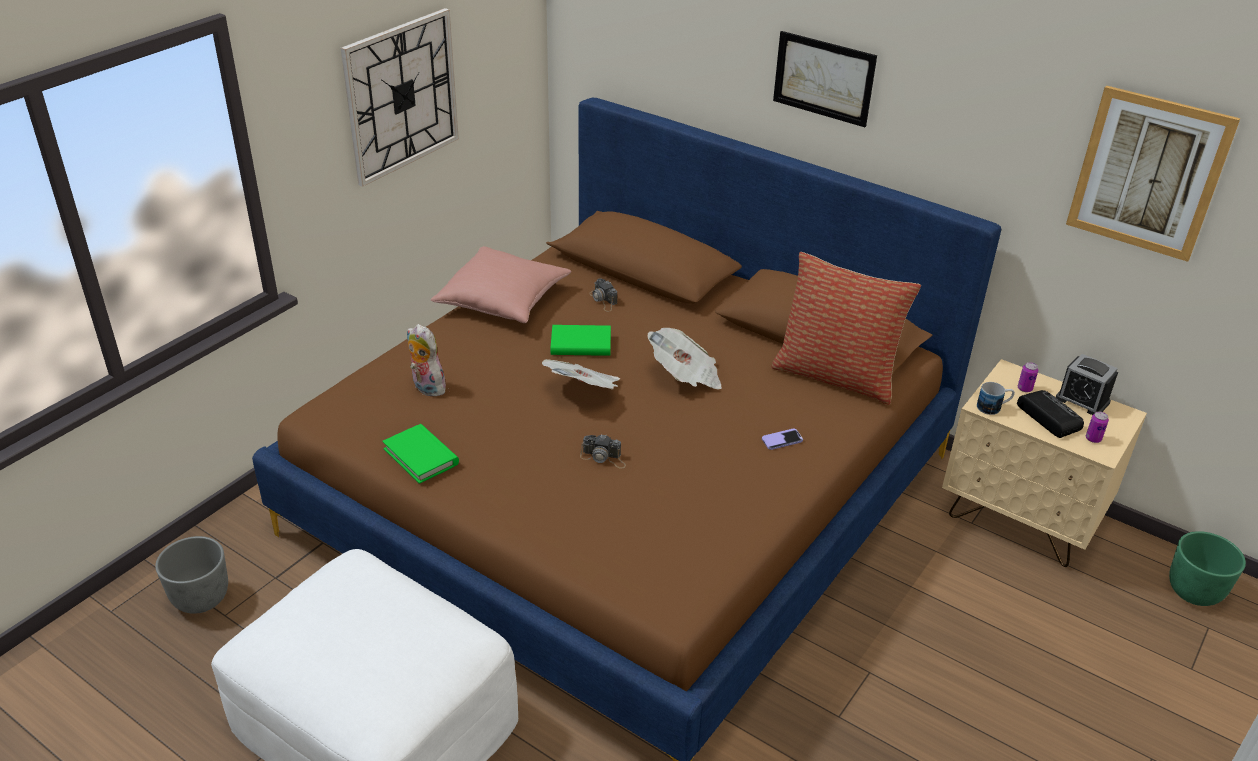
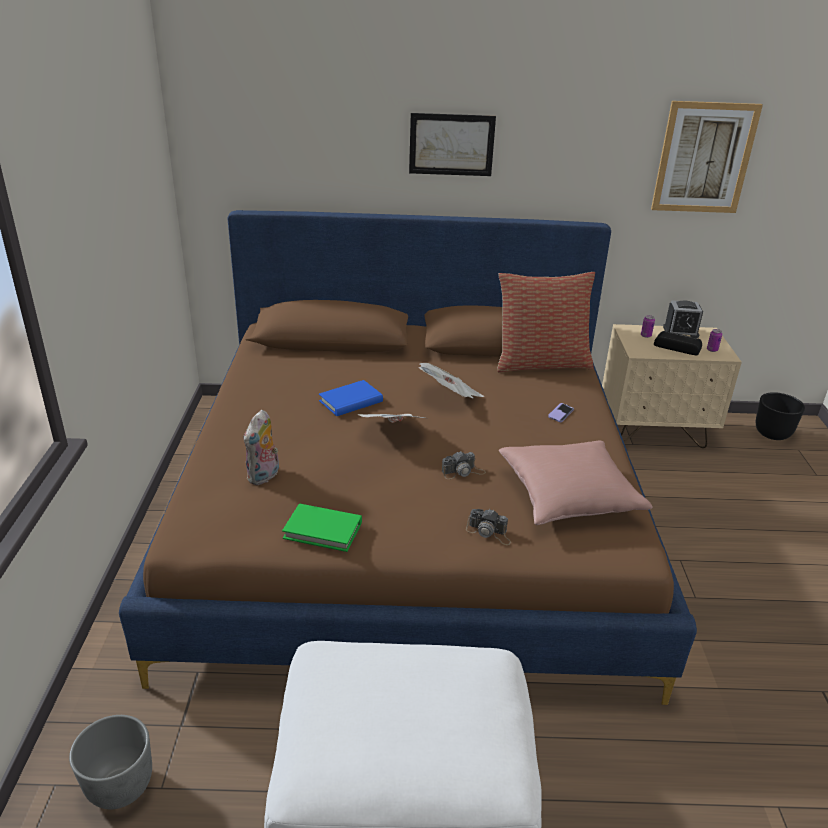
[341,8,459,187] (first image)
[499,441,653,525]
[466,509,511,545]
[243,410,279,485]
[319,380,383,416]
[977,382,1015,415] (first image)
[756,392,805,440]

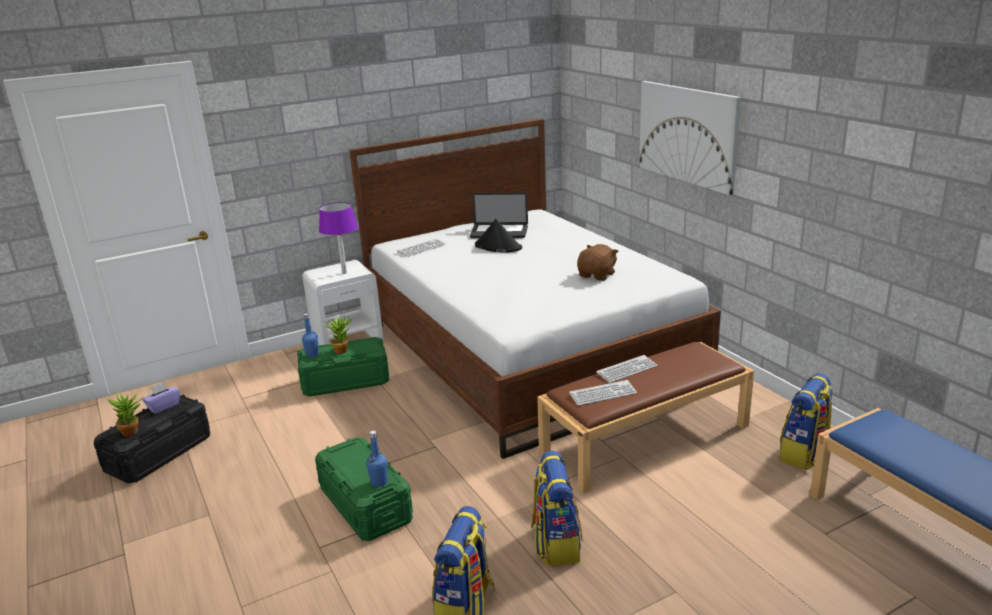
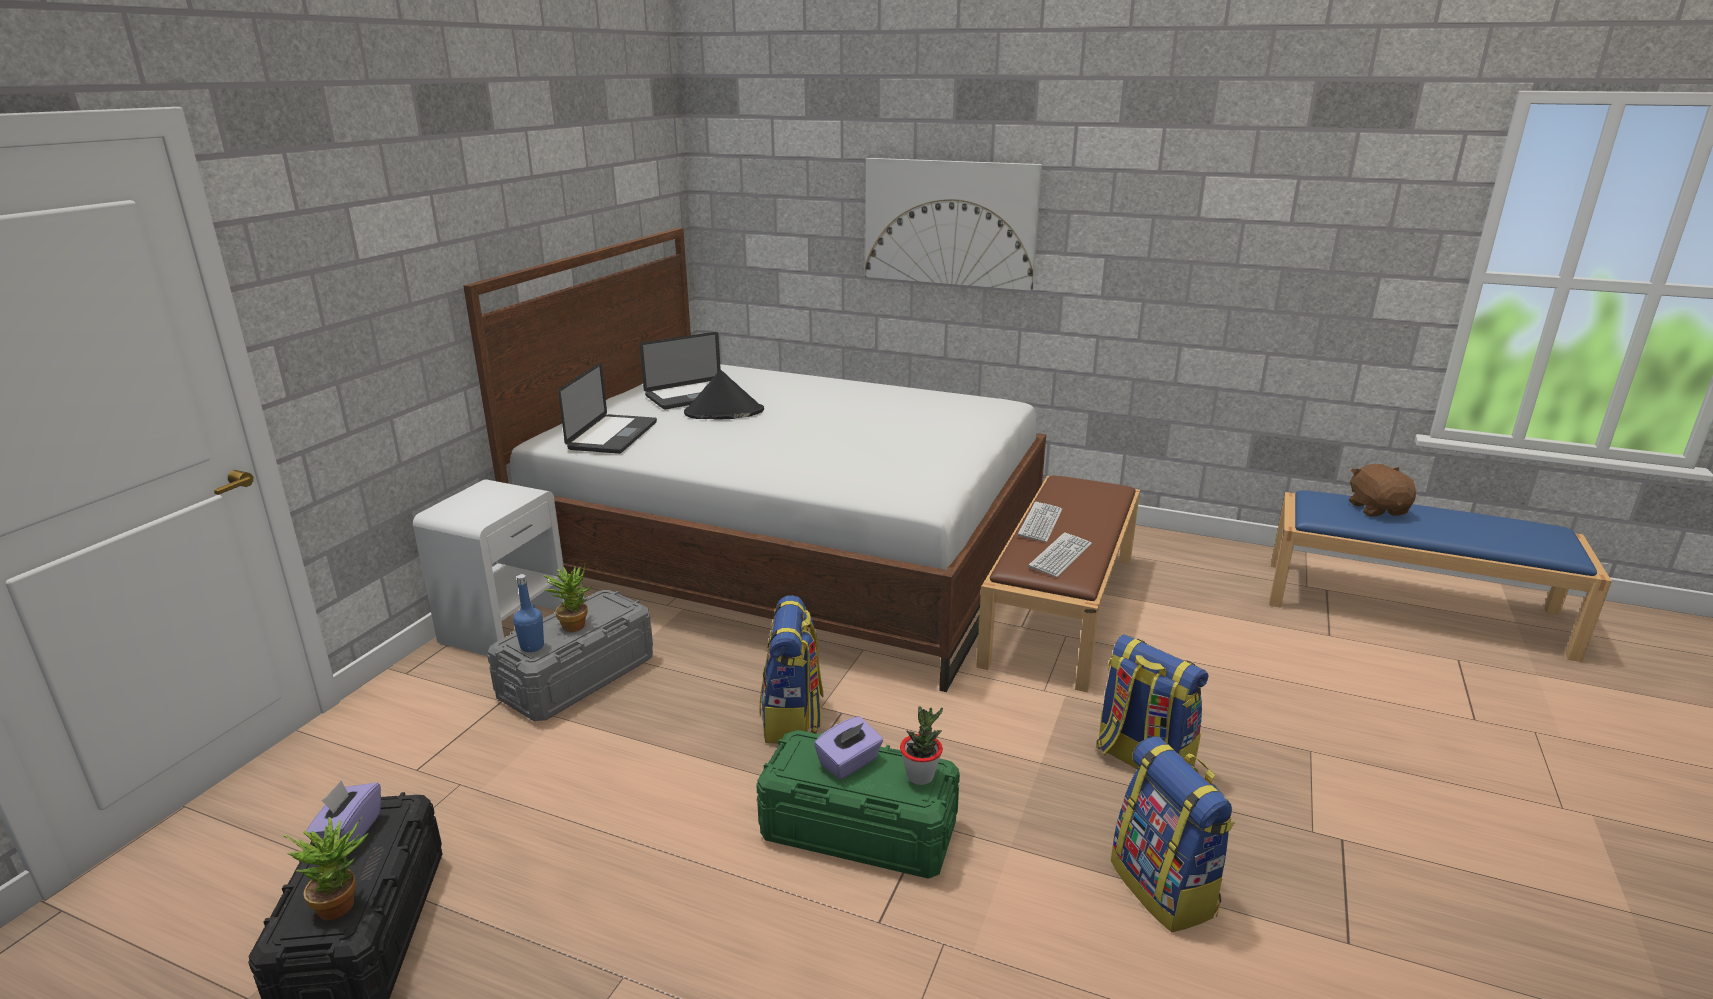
[319,202,358,274] (first image)
[558,363,657,454]
[1349,464,1416,517]
[487,590,653,721]
[759,596,823,744]
[900,706,943,785]
[814,716,883,779]

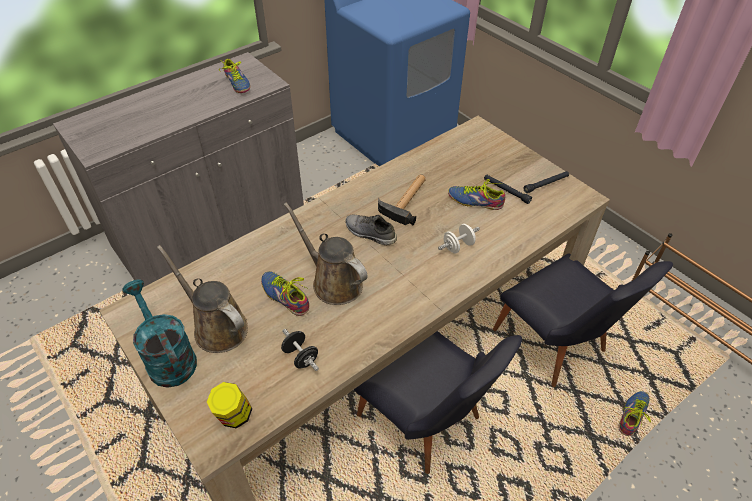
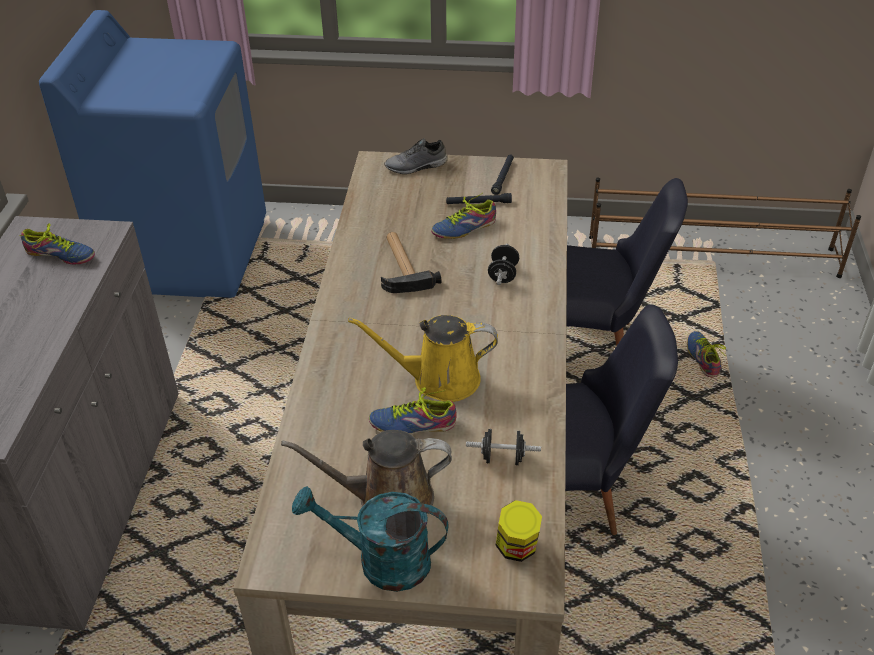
[348,315,498,402]
[384,138,448,174]
[488,244,519,285]

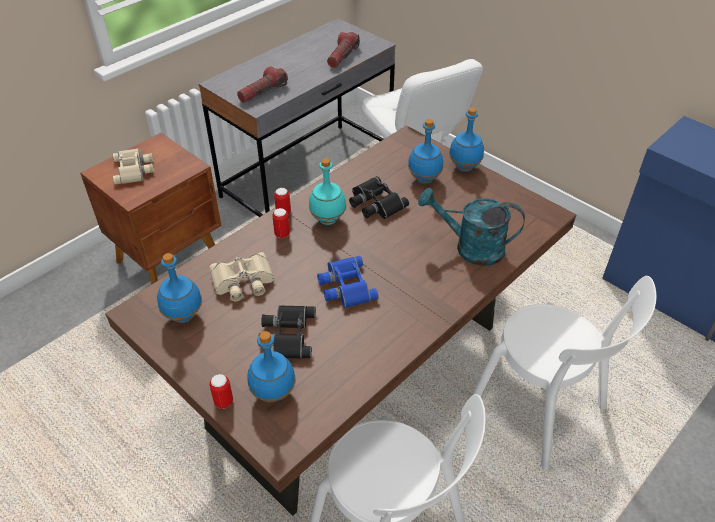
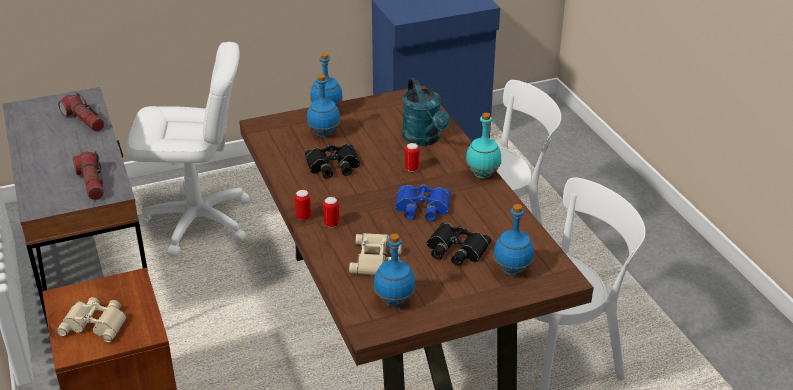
[466,113,501,178]
[402,78,450,146]
[405,143,419,172]

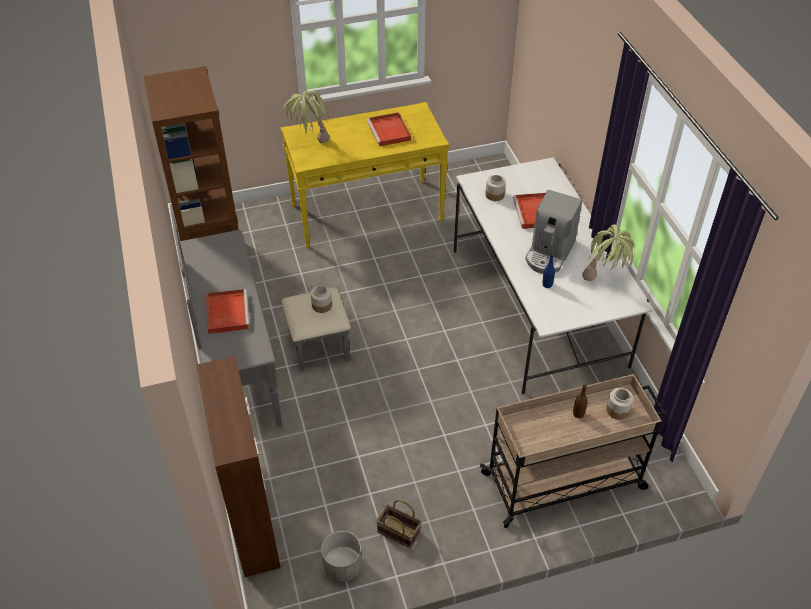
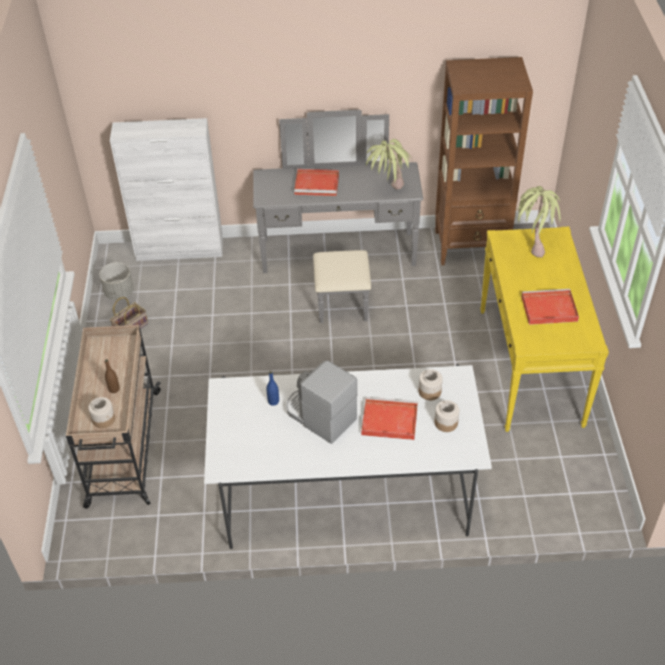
[366,139,413,189]
[434,400,459,432]
[110,118,223,261]

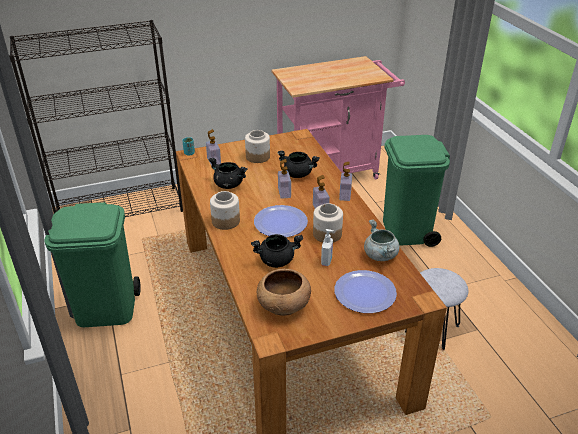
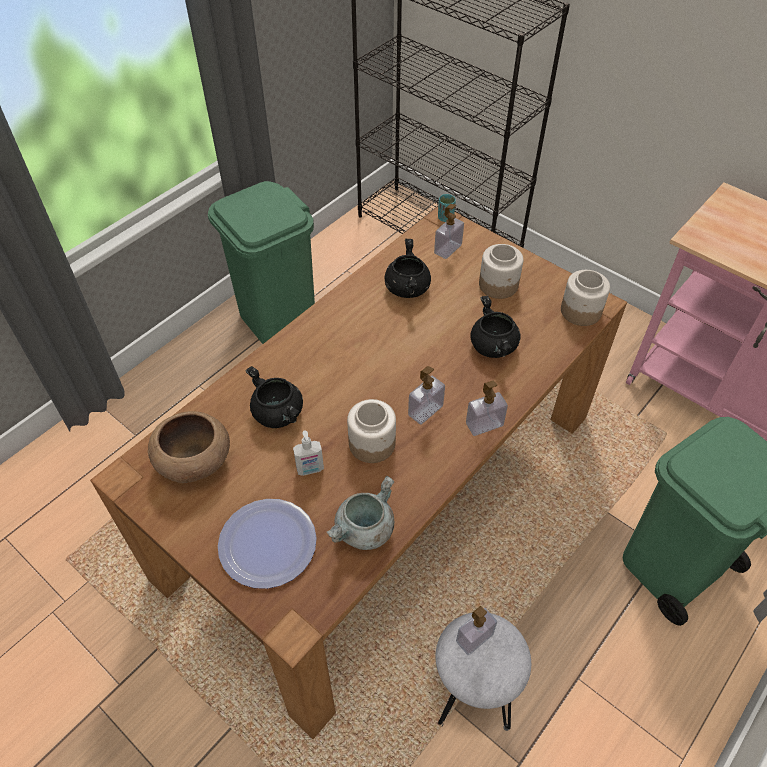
[456,606,497,655]
[561,270,610,326]
[254,205,308,237] (first image)

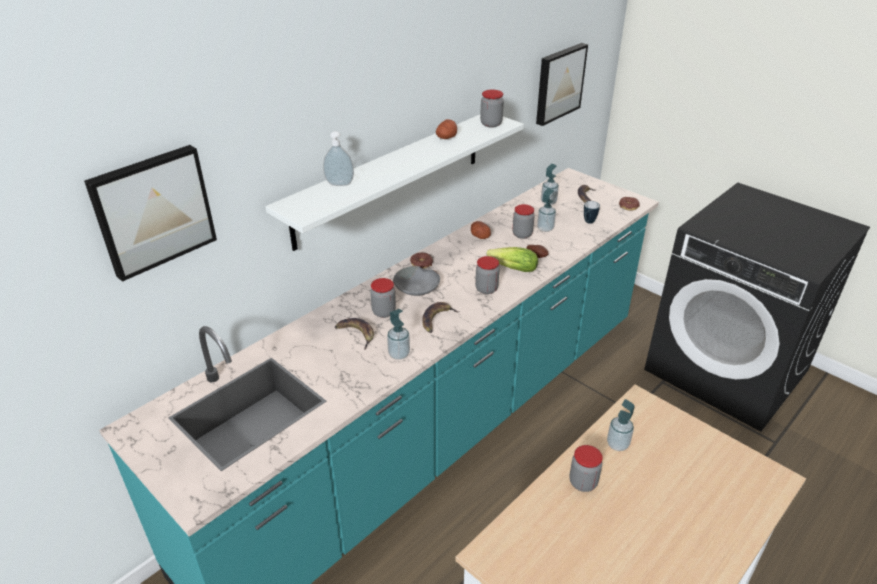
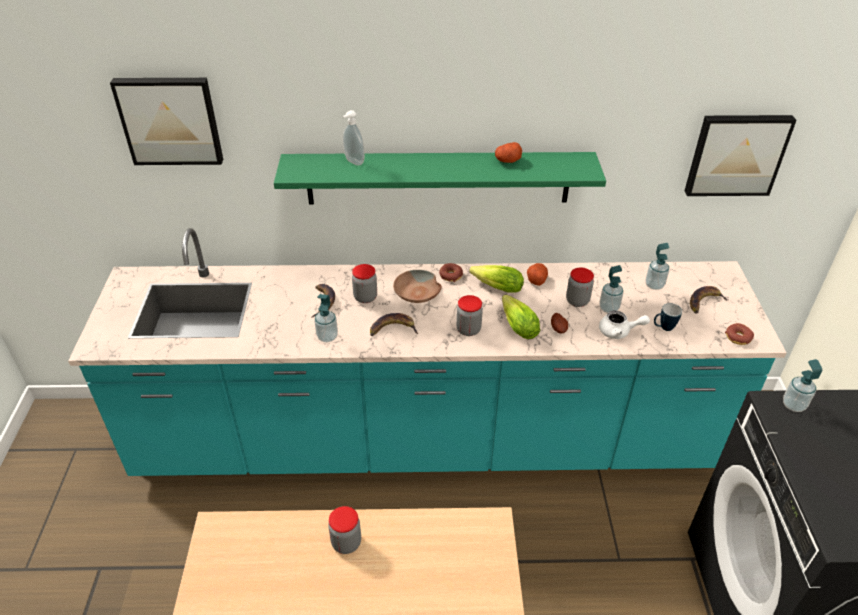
[480,90,504,127] (first image)
[274,152,606,204]
[393,270,442,303]
[783,359,822,412]
[469,265,524,293]
[599,310,650,339]

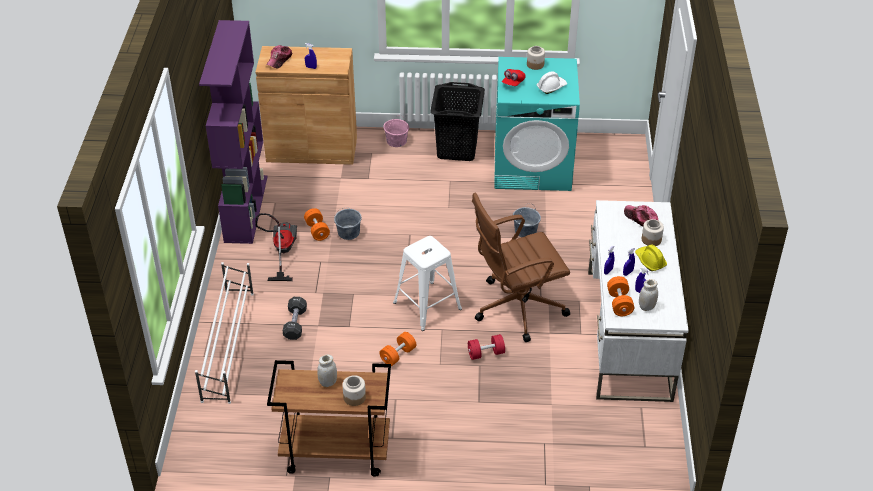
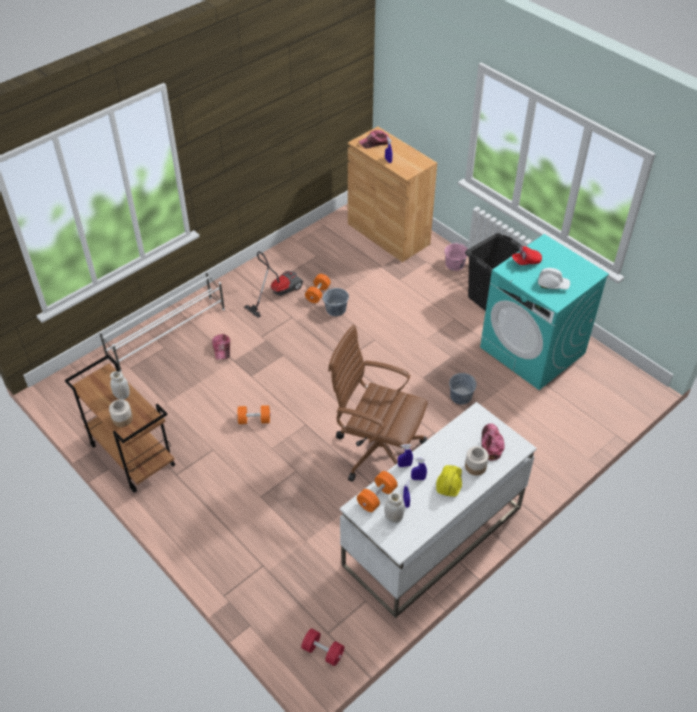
[199,20,267,244] (first image)
[527,46,545,70] (first image)
[393,236,462,331] (first image)
[212,334,230,360]
[301,628,345,666]

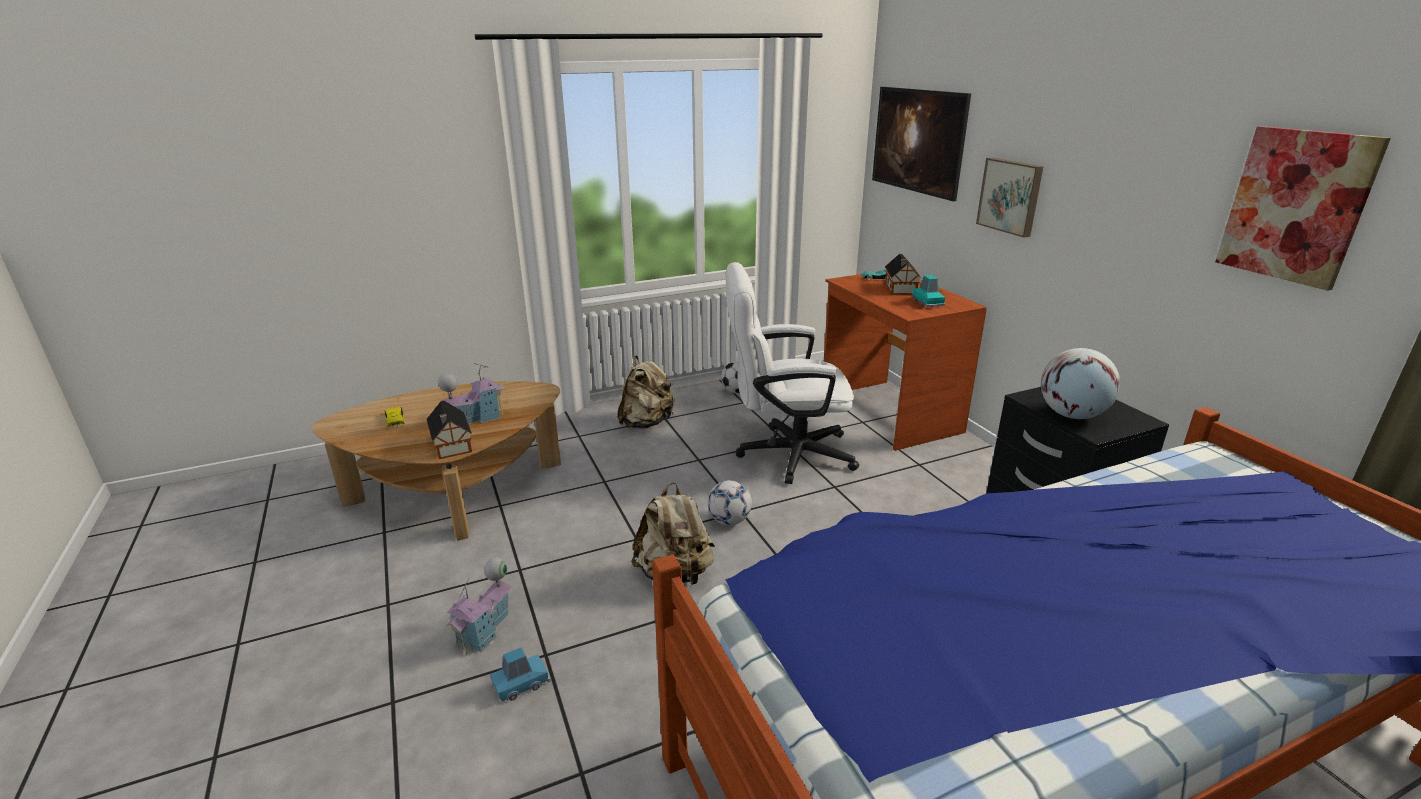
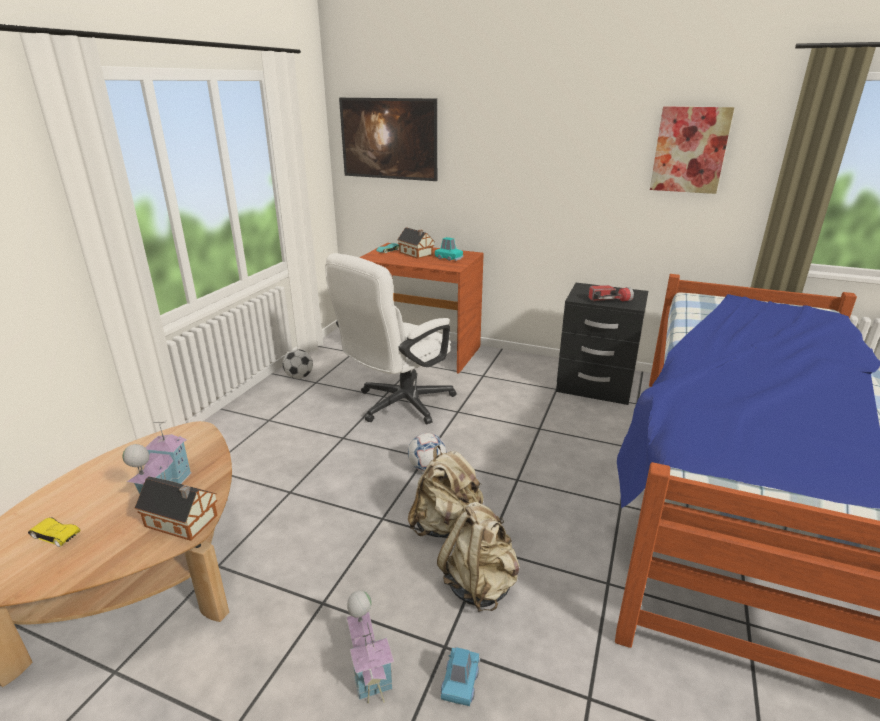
[976,158,1043,238] (first image)
[588,285,634,301]
[437,502,520,612]

